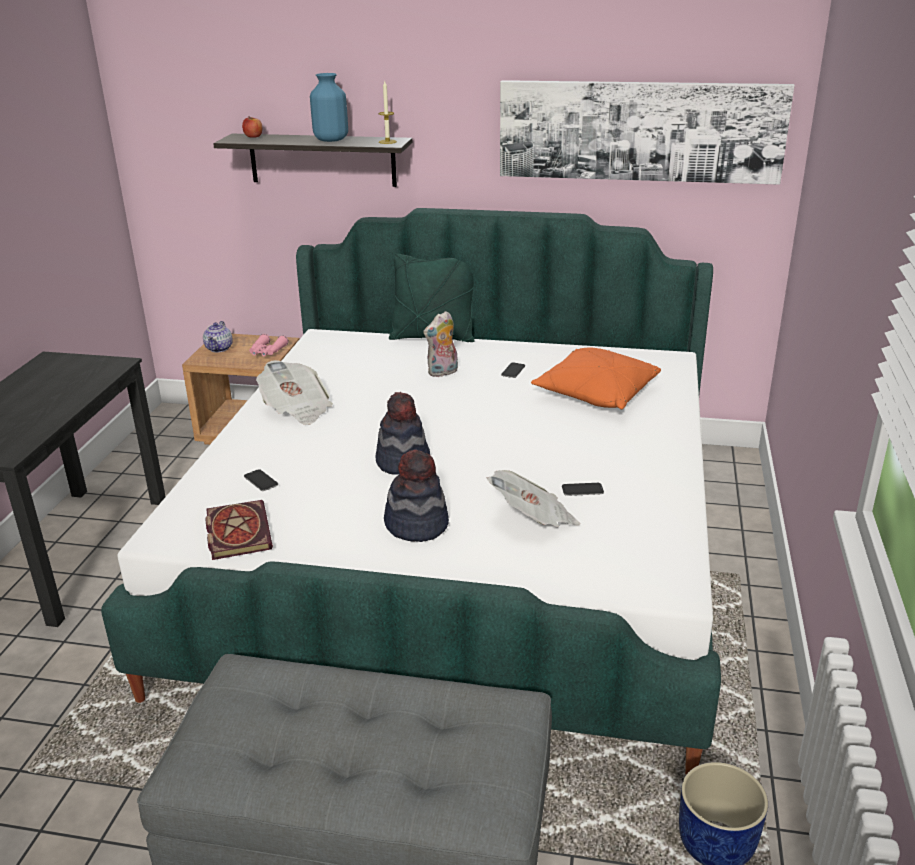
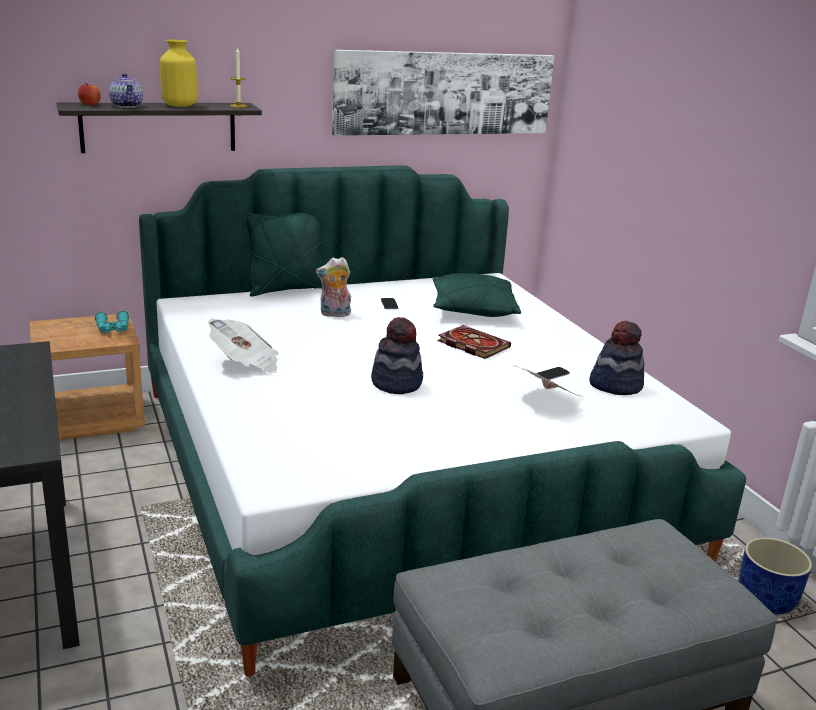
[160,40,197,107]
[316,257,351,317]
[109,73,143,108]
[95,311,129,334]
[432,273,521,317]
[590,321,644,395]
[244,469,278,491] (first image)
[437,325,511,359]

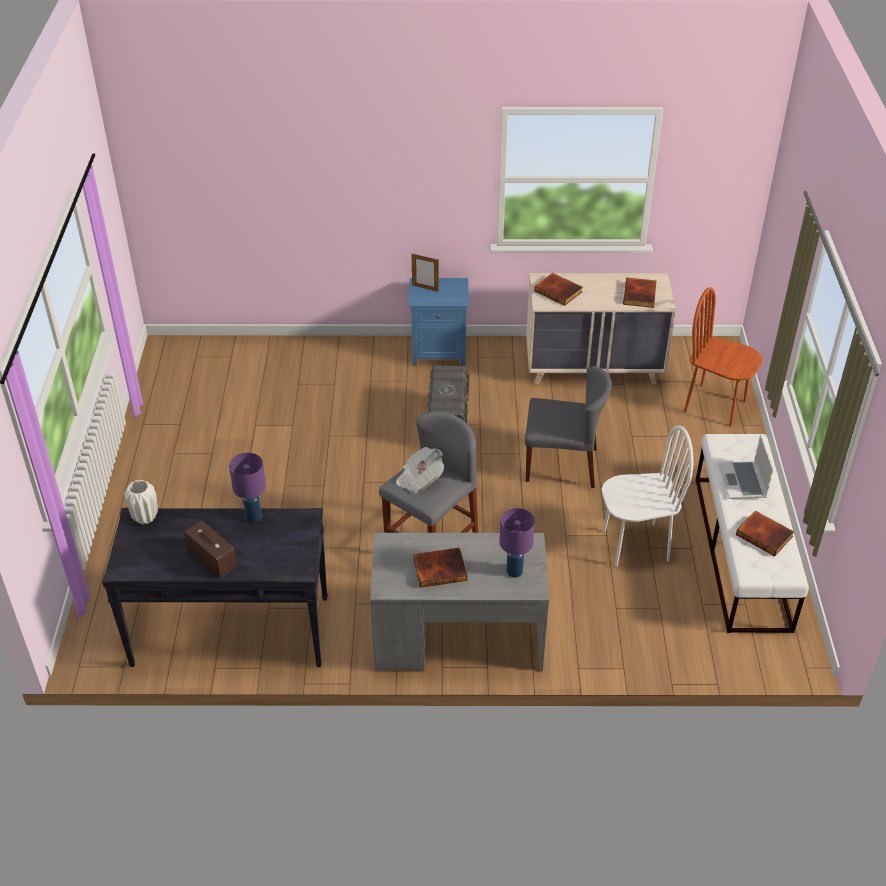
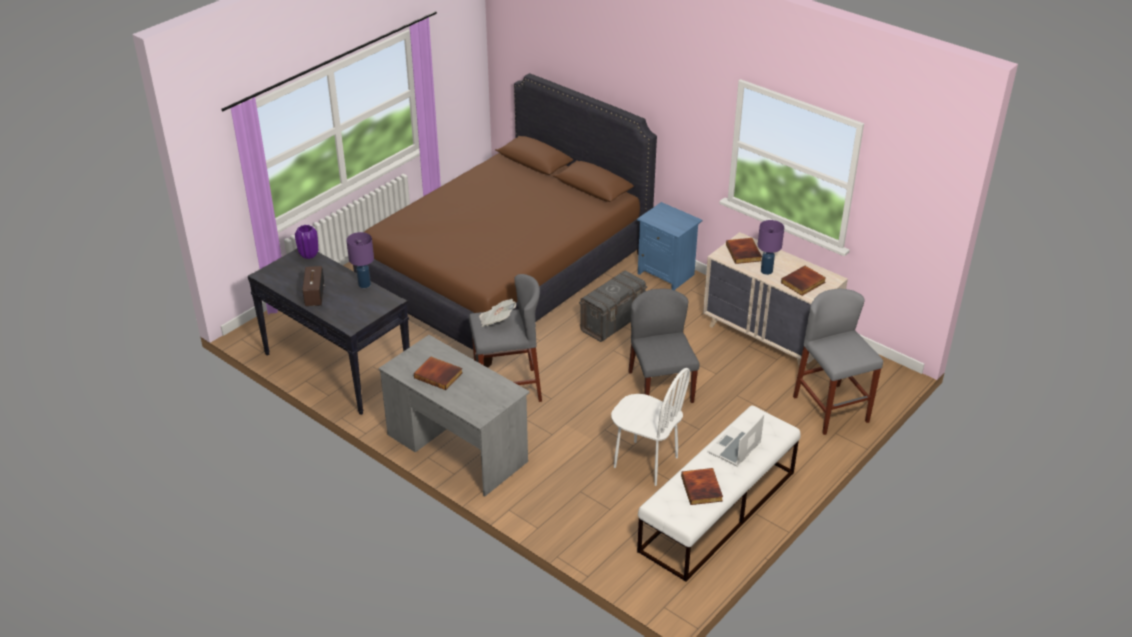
[412,254,439,292] (first image)
[793,289,883,435]
[628,289,700,403]
[295,225,318,259]
[758,220,784,275]
[353,73,657,368]

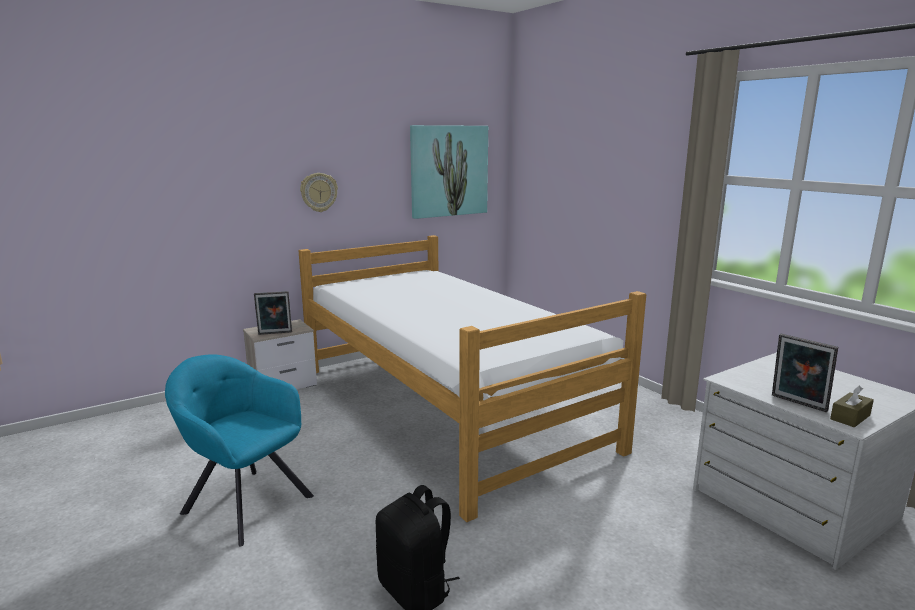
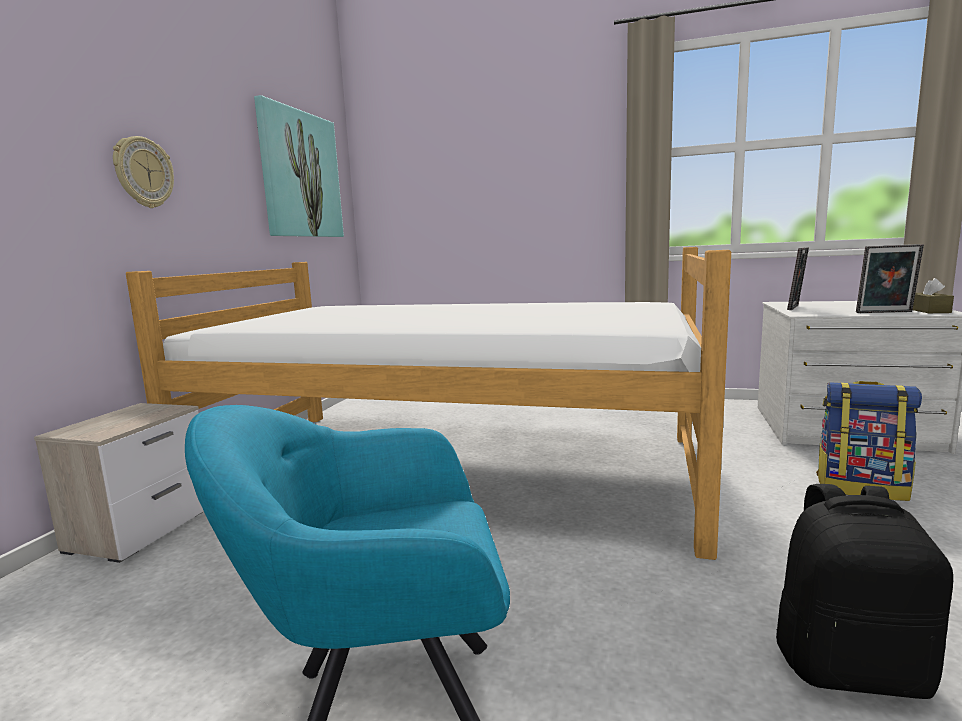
[787,247,809,310]
[816,381,922,501]

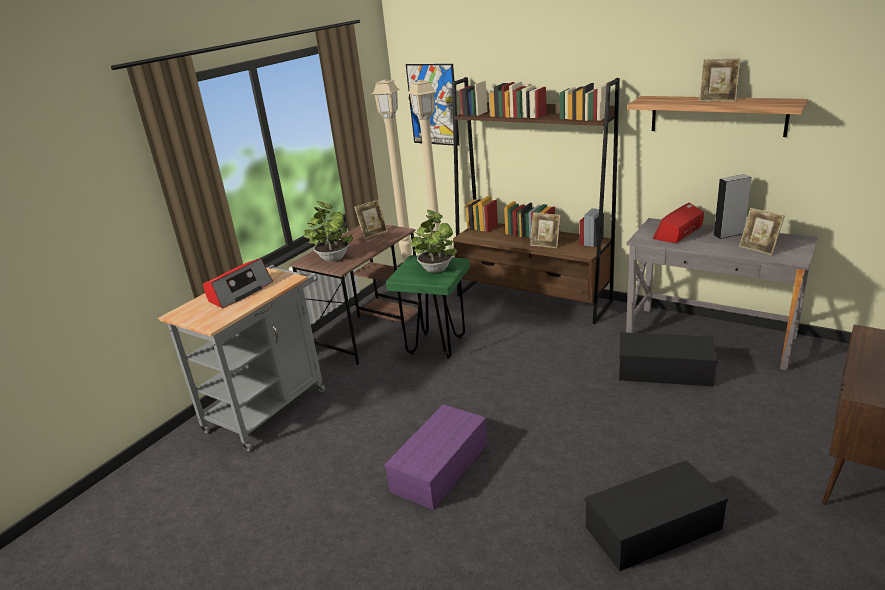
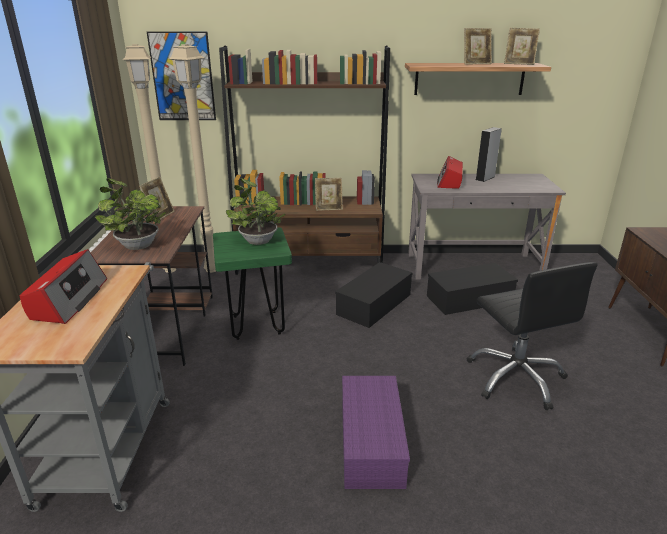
[504,28,540,65]
[335,262,413,328]
[467,262,597,410]

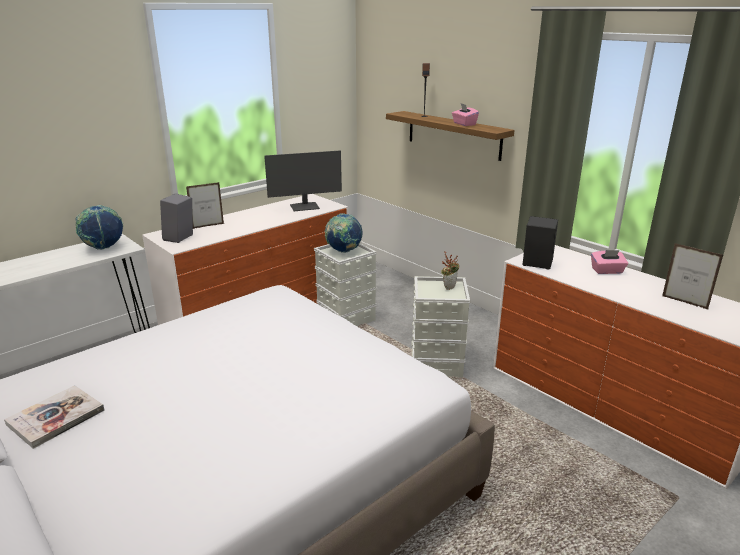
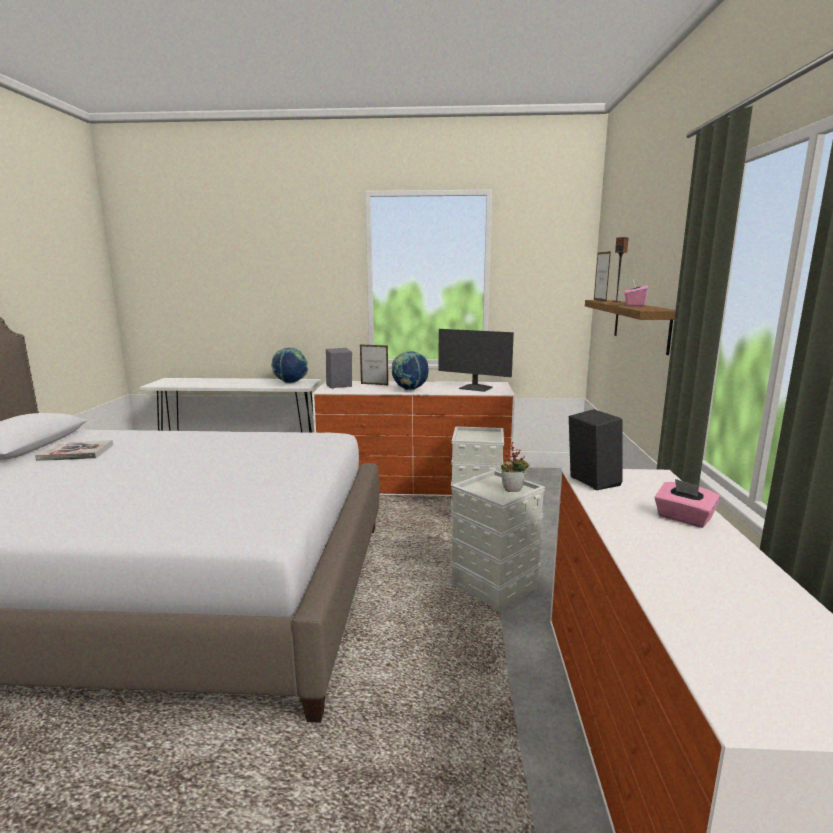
[392,351,429,390]
[594,251,611,302]

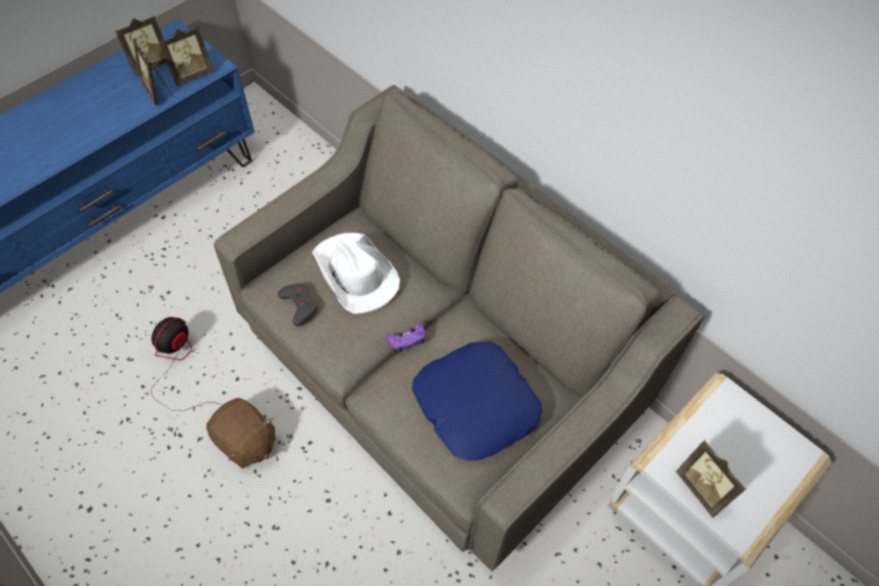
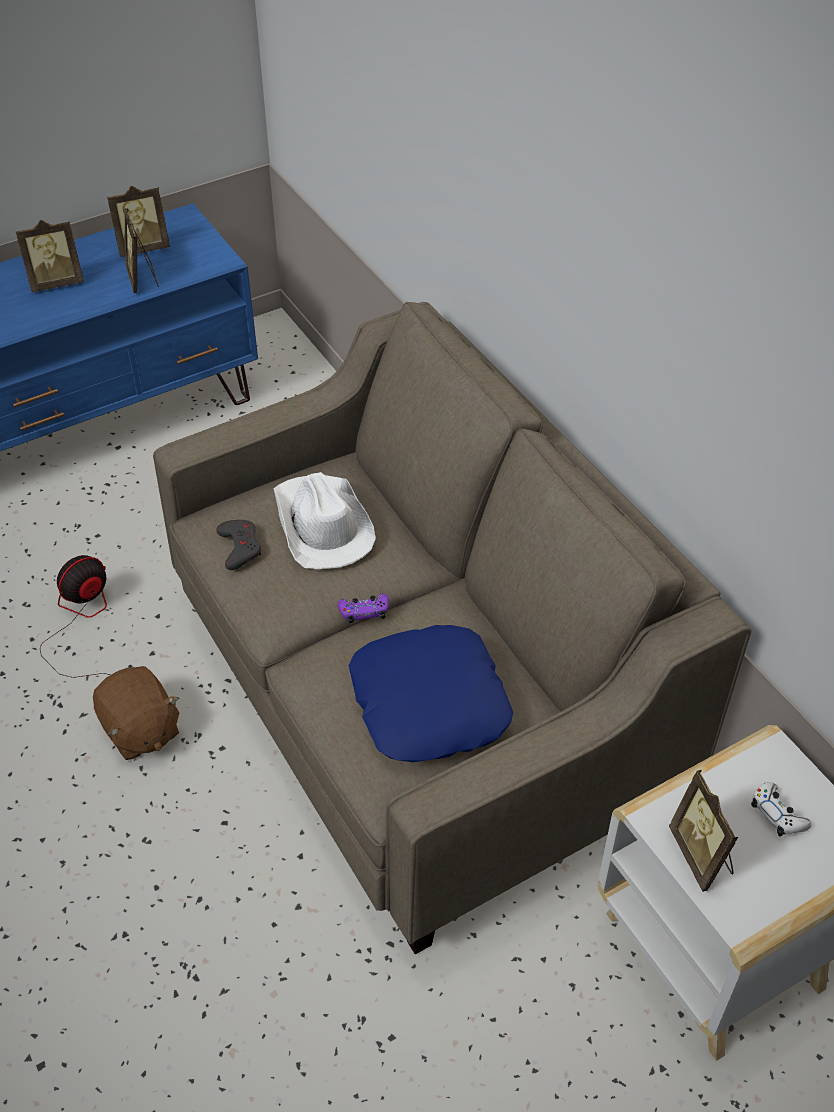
[16,220,84,292]
[751,782,811,837]

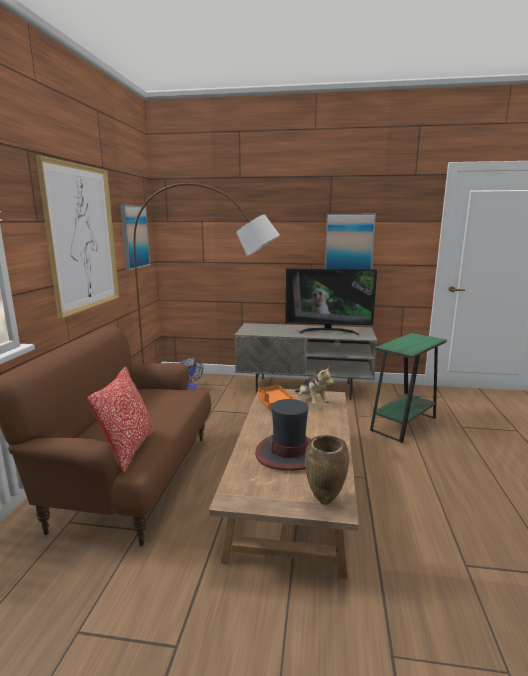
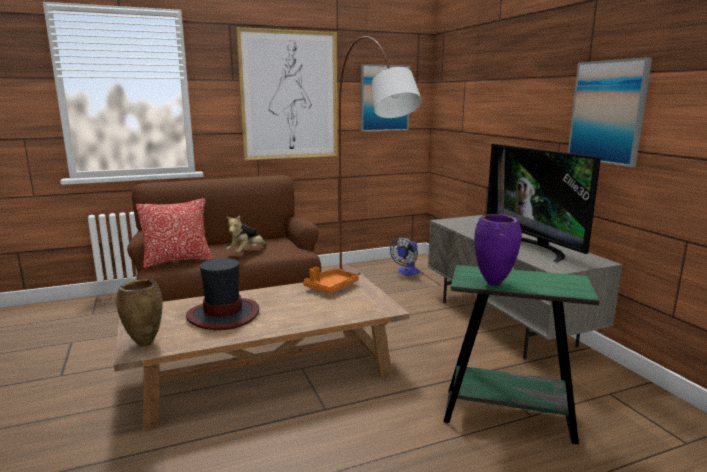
[226,215,267,253]
[474,214,522,286]

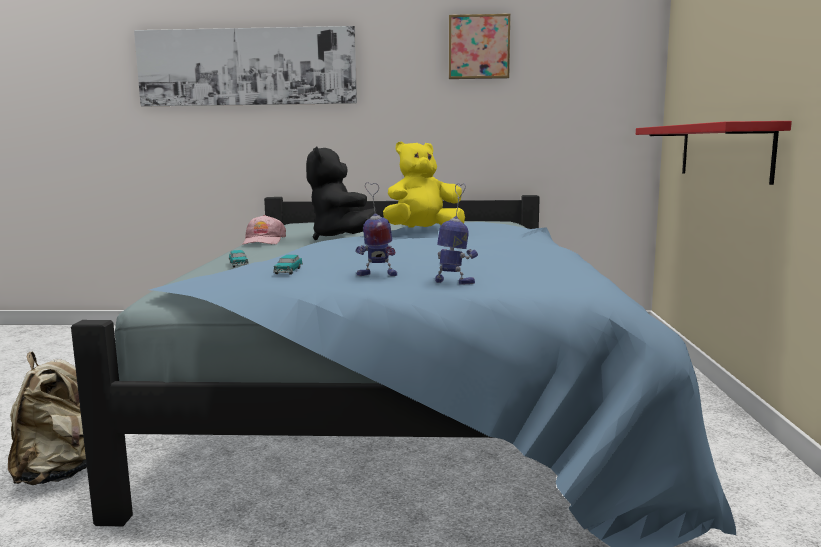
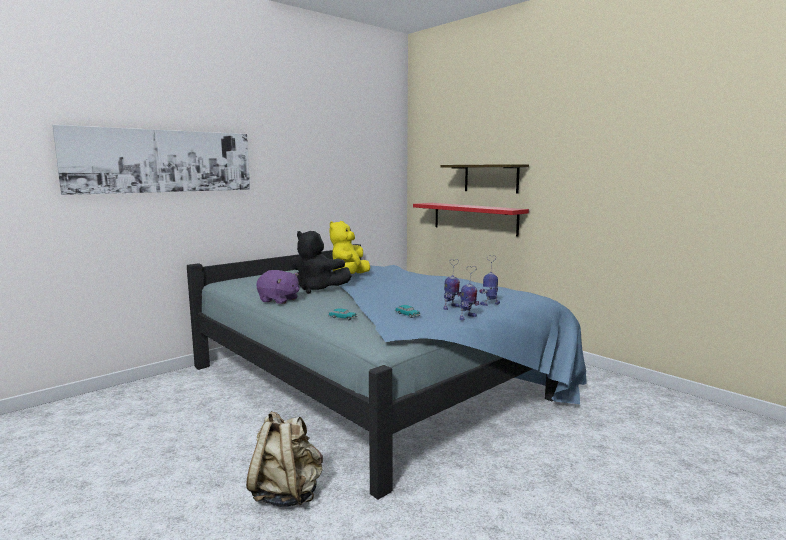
[449,14,510,79] (first image)
[256,270,300,304]
[441,164,529,193]
[460,266,479,320]

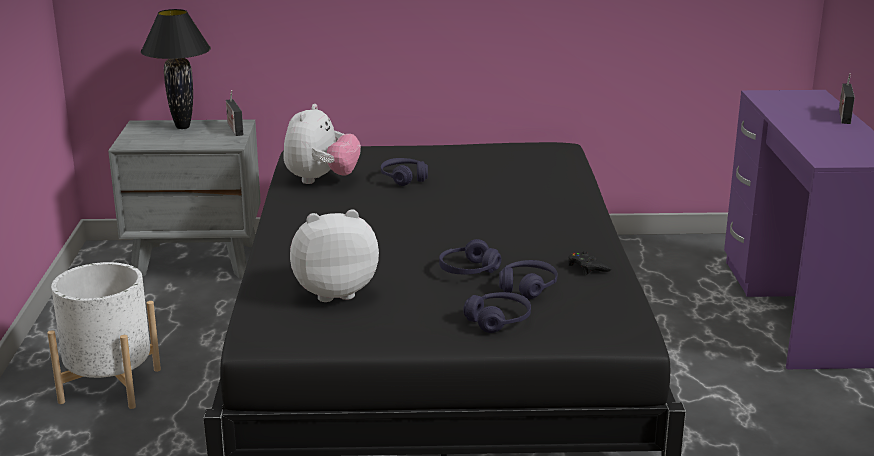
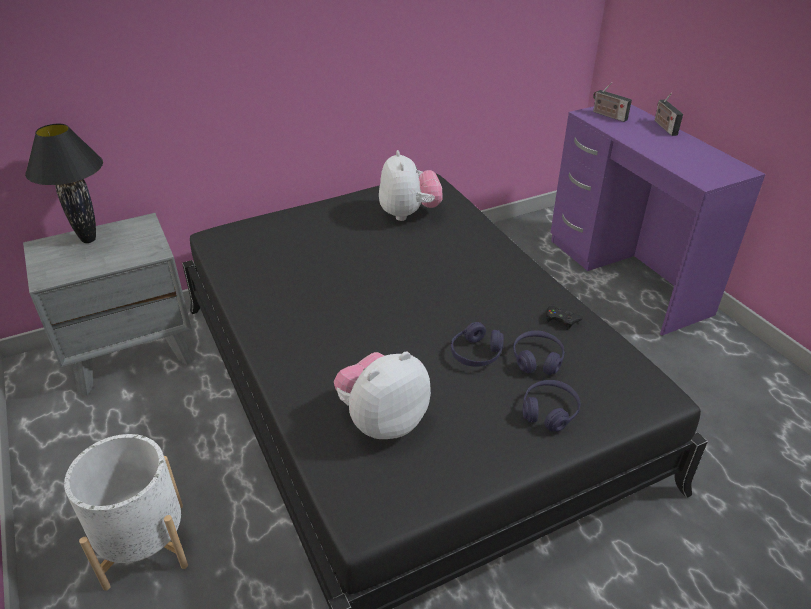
[593,82,632,122]
[379,150,443,221]
[381,158,428,186] (first image)

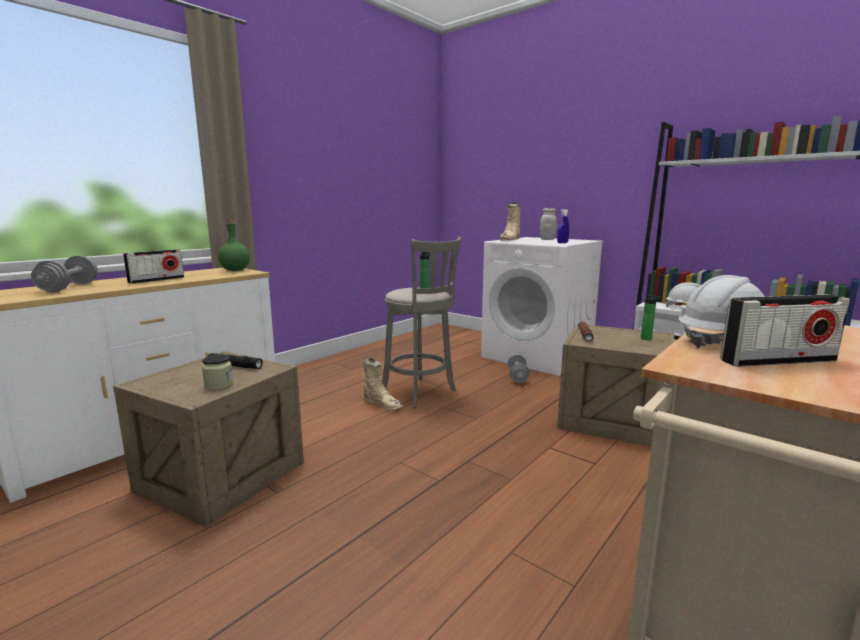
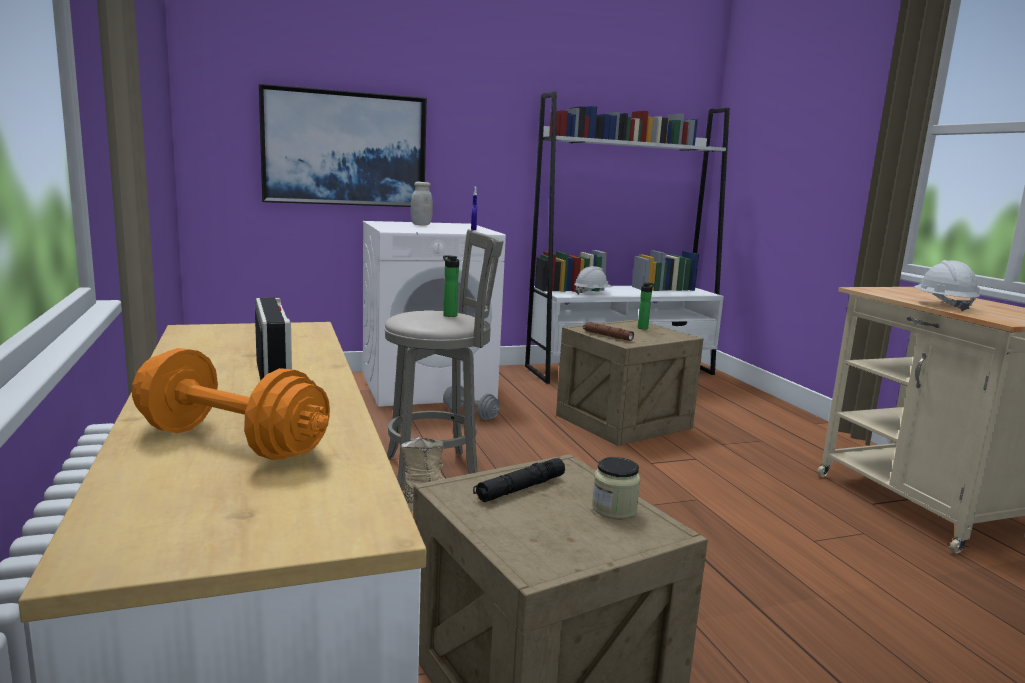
[500,202,521,240] (first image)
[219,219,250,271] (first image)
[132,348,330,460]
[720,294,850,367] (first image)
[259,84,427,207]

